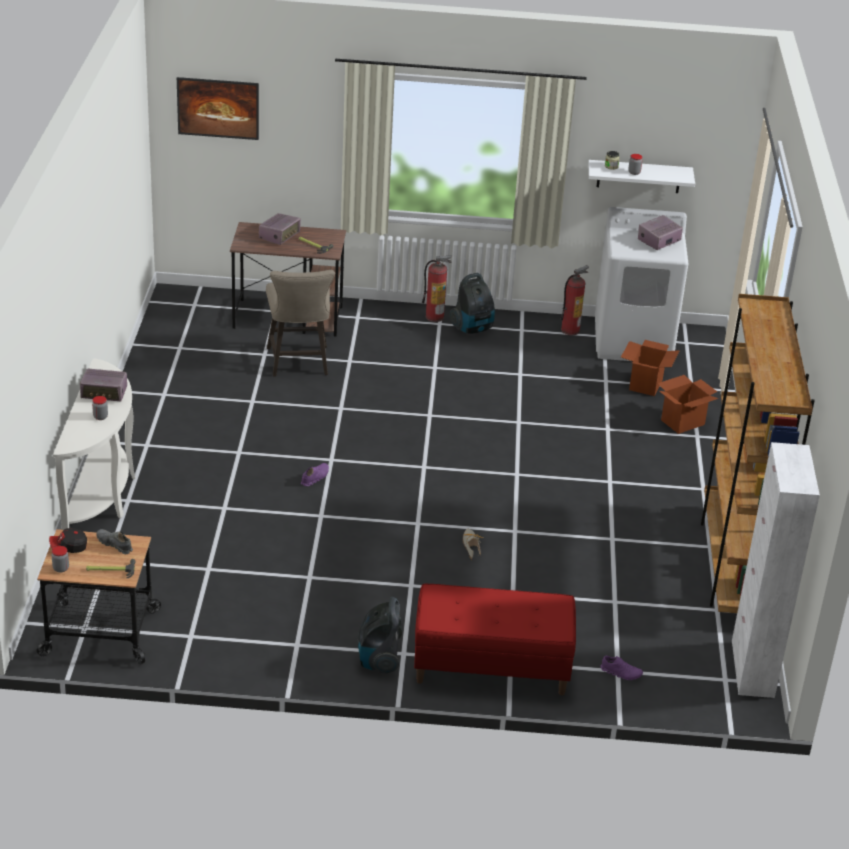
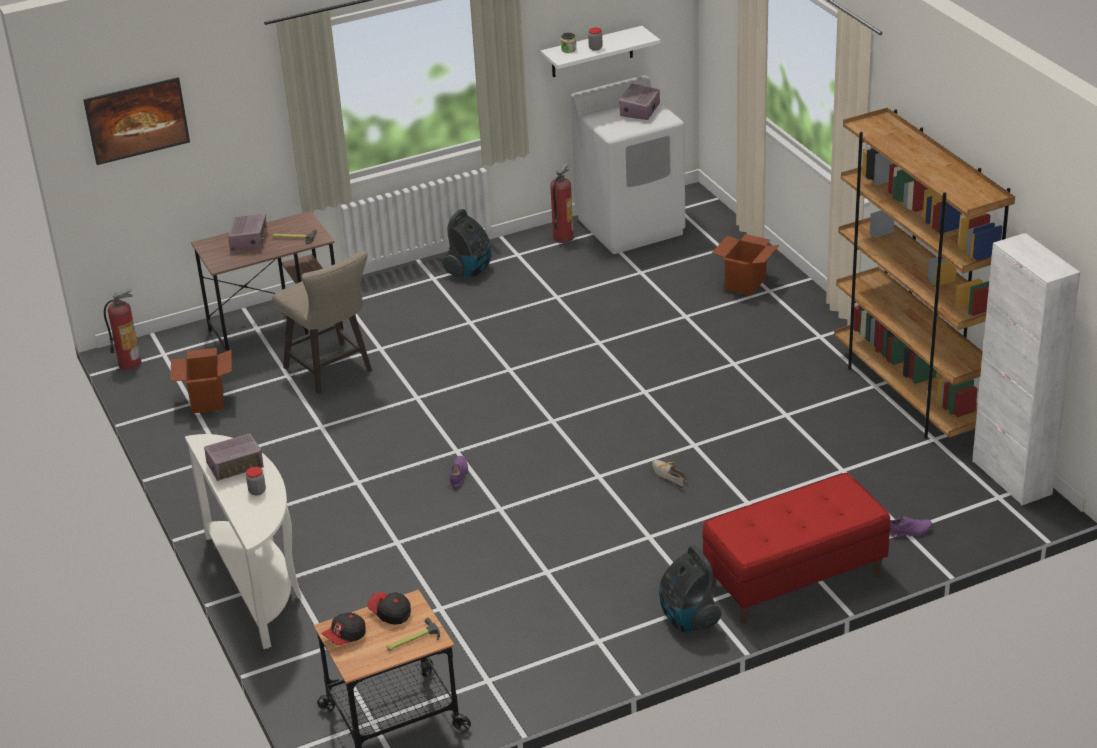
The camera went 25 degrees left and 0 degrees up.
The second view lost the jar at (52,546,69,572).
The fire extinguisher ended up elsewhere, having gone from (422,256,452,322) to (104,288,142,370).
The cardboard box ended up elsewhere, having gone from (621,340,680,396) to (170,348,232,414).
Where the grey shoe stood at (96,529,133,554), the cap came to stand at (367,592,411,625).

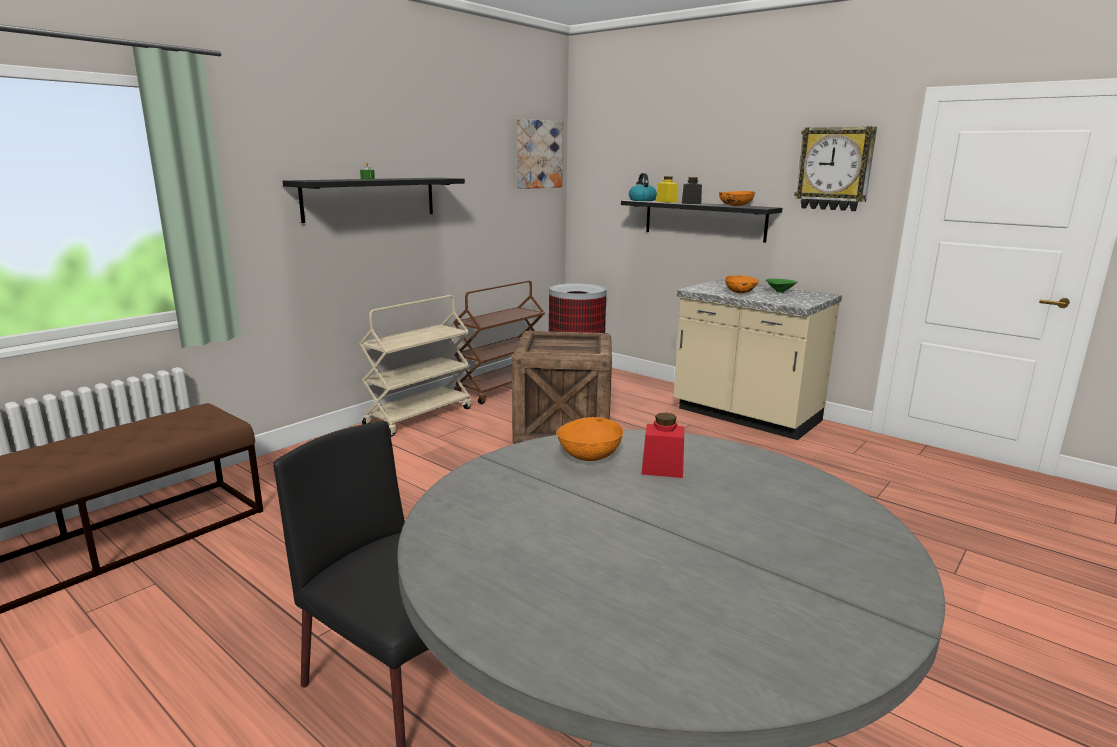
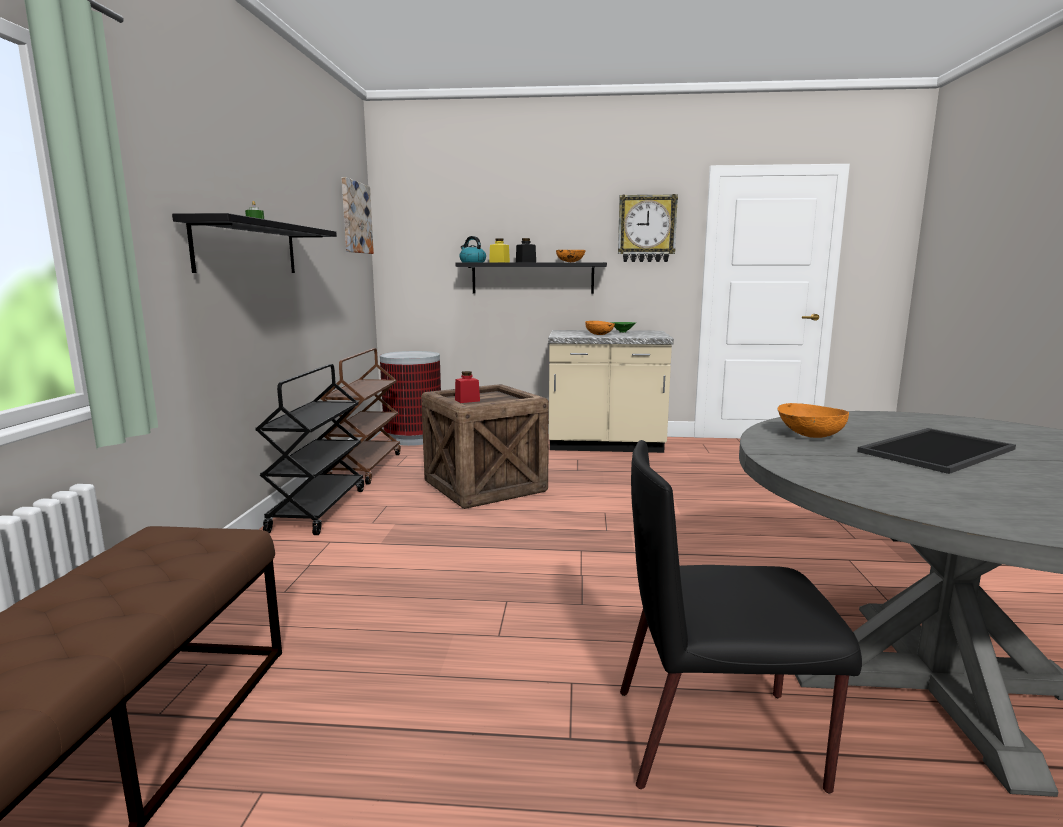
The camera went 35 degrees left and 5 degrees down.
The second view gained the tray at (857,428,1016,474).
The red jar ended up elsewhere, having gone from (641,413,684,478) to (455,371,480,403).
What was the beige cart at (359,295,472,437) turned into the black cart at (255,364,364,535).

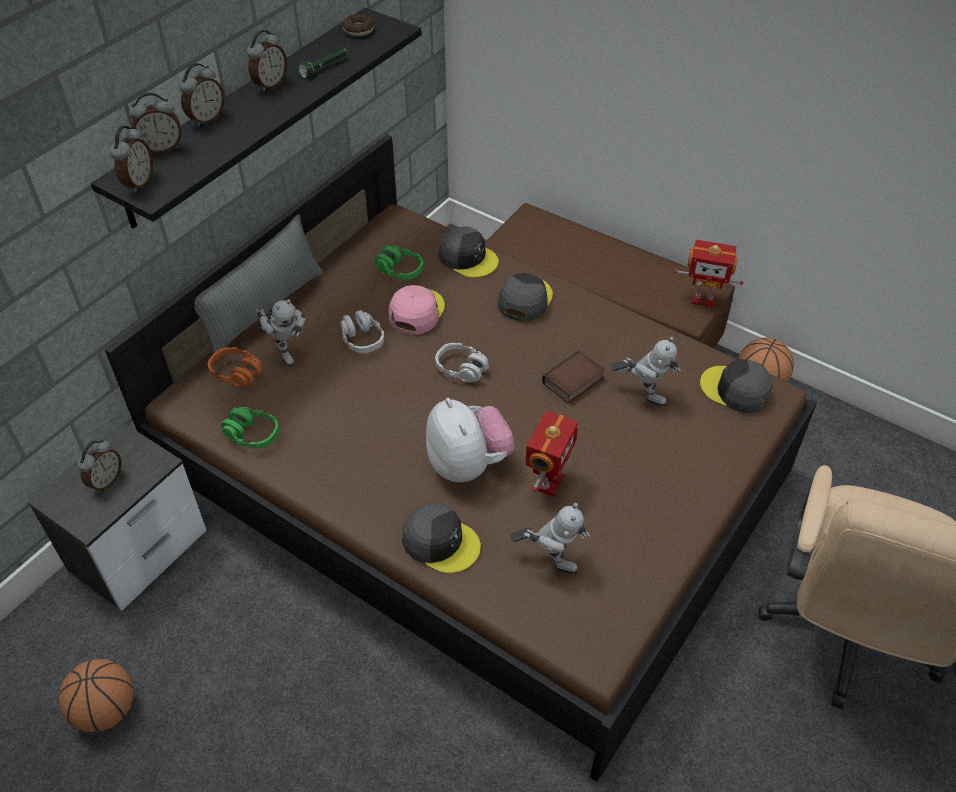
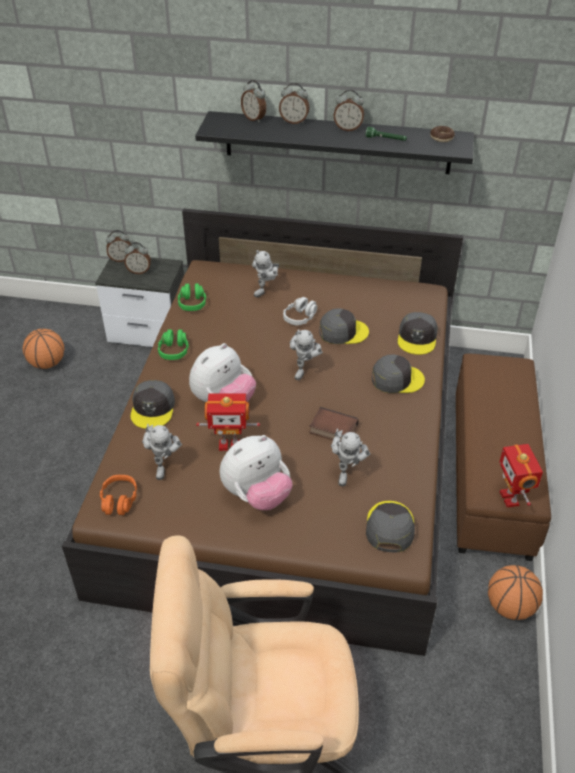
The camera went 65 degrees right and 5 degrees down.
The second view lost the grey pillow at (195,214,323,354).
The second view gained the plush toy at (220,435,292,510).
The alarm clock ended up elsewhere, having gone from (110,126,153,193) to (106,230,132,262).
The orange headphones ended up elsewhere, having gone from (208,347,262,387) to (100,475,137,515).
The green headphones ended up elsewhere, having gone from (374,246,424,280) to (158,329,189,360).
Where the grey headphones stood at (435,343,489,382), the toy robot came to stand at (290,329,323,380).
What was the pink cap at (389,285,445,335) turned into the grey cap at (319,308,369,344).

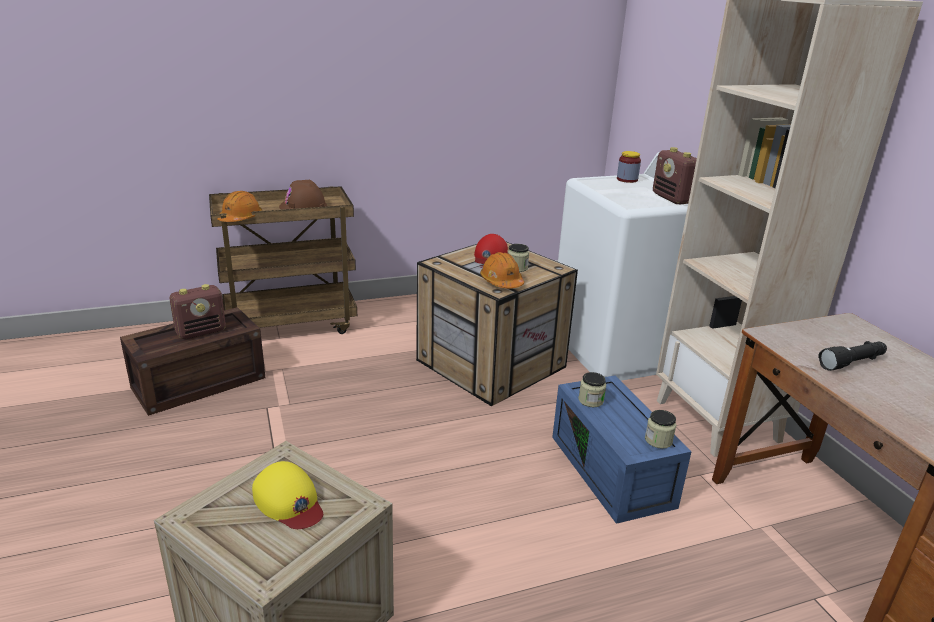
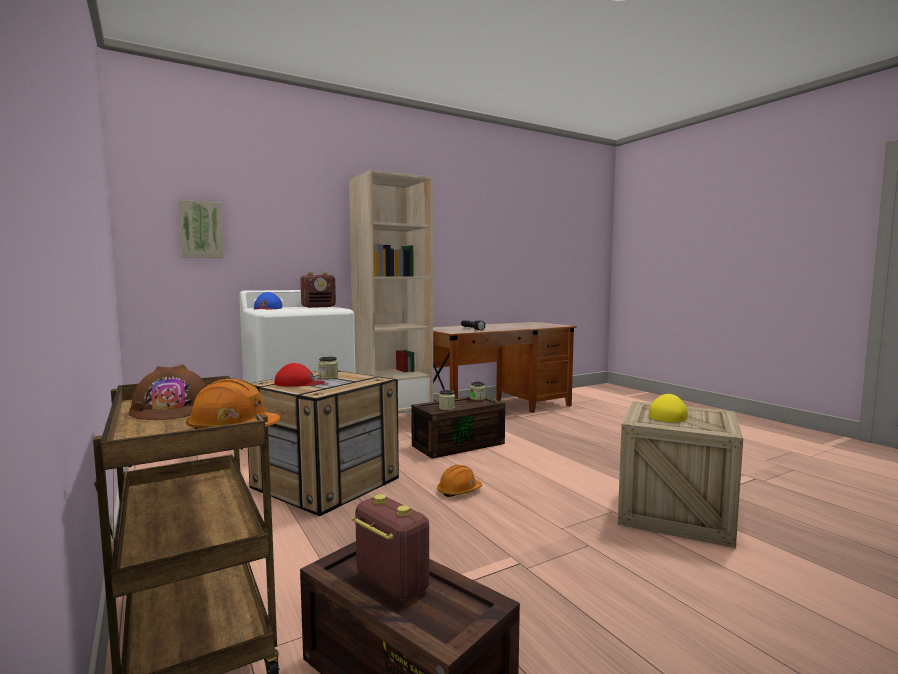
The camera went 100 degrees left and 20 degrees down.
The second view gained the picture at (179,200,224,258).
The orange hard hat ended up elsewhere, having gone from (480,252,524,288) to (437,465,482,497).
Where the jar stood at (617,151,641,183), the blue cap came to stand at (253,292,282,310).
What was the blue storage box at (552,375,692,524) turned into the brown storage box at (411,396,505,459).

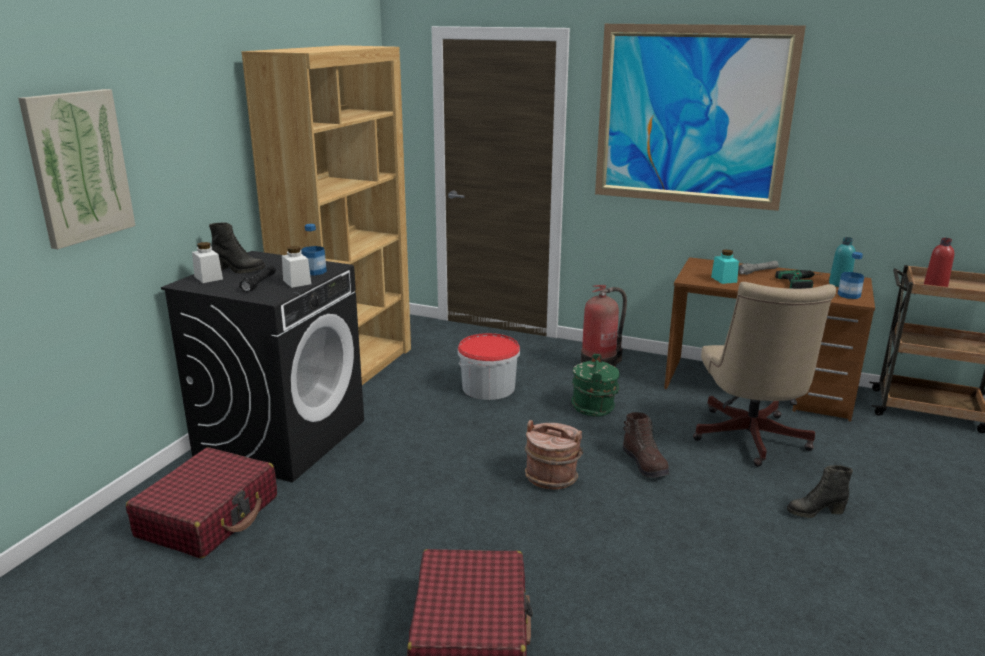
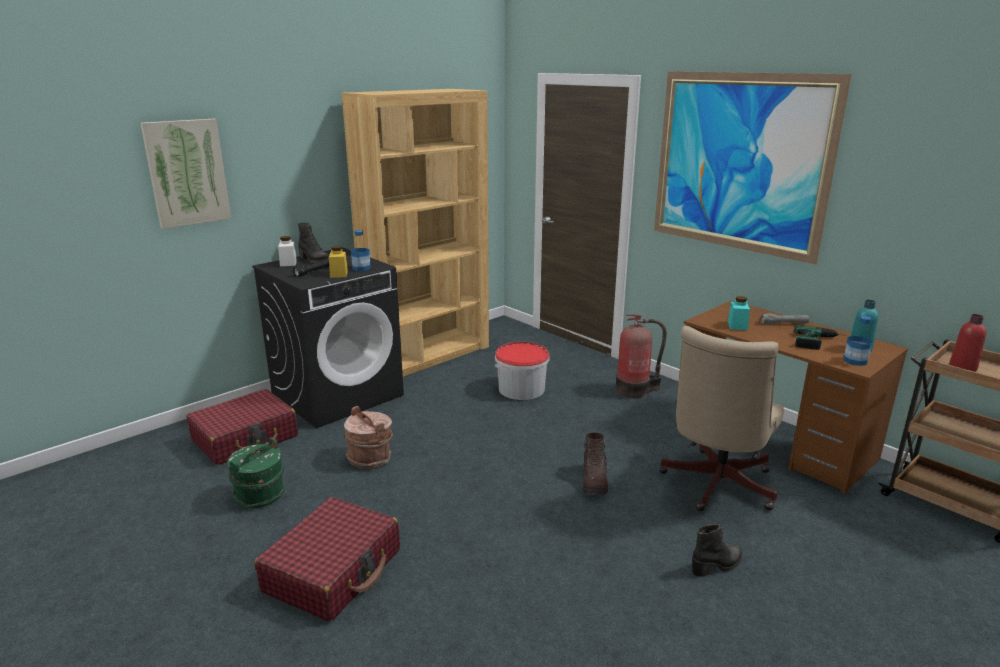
The camera went 25 degrees right and 0 degrees up.
The brown bucket ended up elsewhere, having gone from (525,420,583,490) to (344,406,394,469).
The green bucket ended up elsewhere, having gone from (571,354,620,417) to (227,438,285,508).
What was the white jar at (282,246,311,288) turned into the yellow jar at (329,246,348,278).
The black boot at (787,465,853,518) ended up facing another way, 135 degrees clockwise from before.

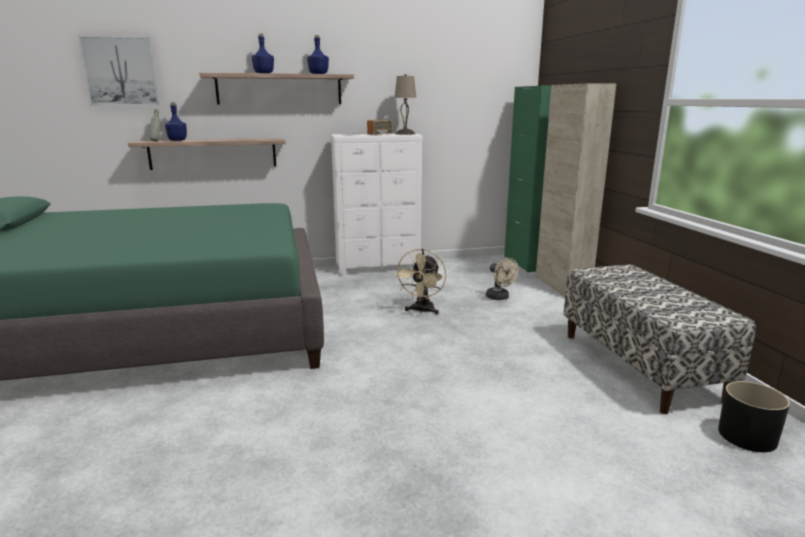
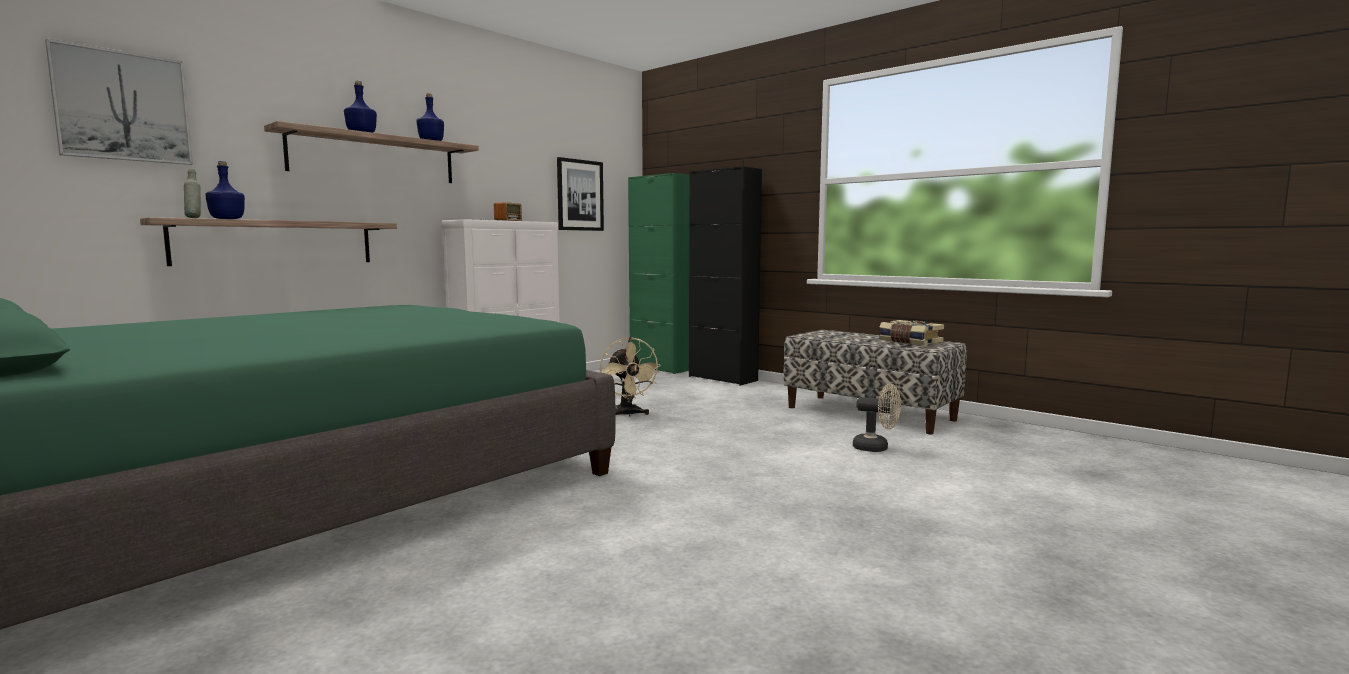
The camera went 35 degrees left and 10 degrees down.
The second view lost the beige table lamp at (394,74,416,135).
The second view lost the black planter at (718,381,790,452).
The second view gained the picture at (557,157,604,231).
The second view gained the book at (879,320,944,345).
The beige fan ended up elsewhere, having gone from (486,258,519,300) to (853,384,901,452).
What was the beige cabinet at (536,83,616,297) turned into the black cabinet at (689,166,762,386).

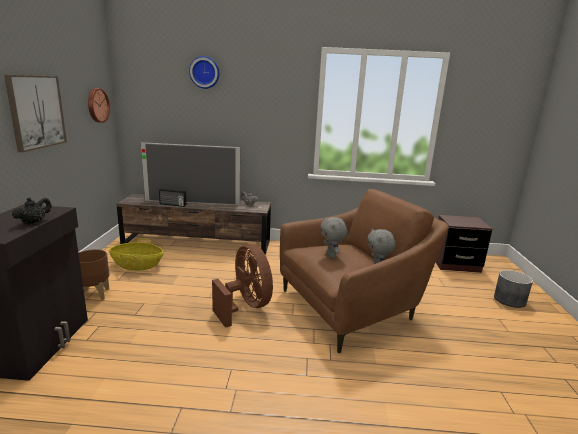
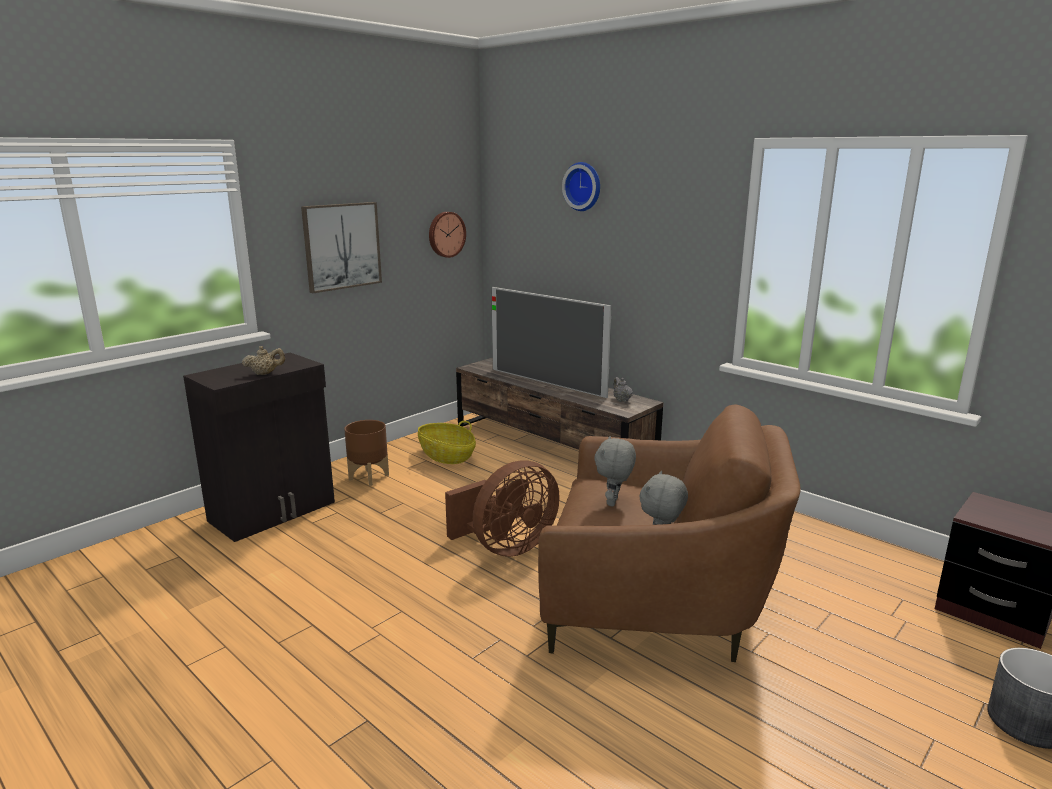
The camera went 40 degrees right and 0 degrees up.
The second view lost the radio at (159,189,186,207).
What was the black teapot at (12,198,52,225) turned into the beige teapot at (242,346,285,375).
The brown fan at (212,244,273,328) ended up facing another way, 45 degrees clockwise from before.

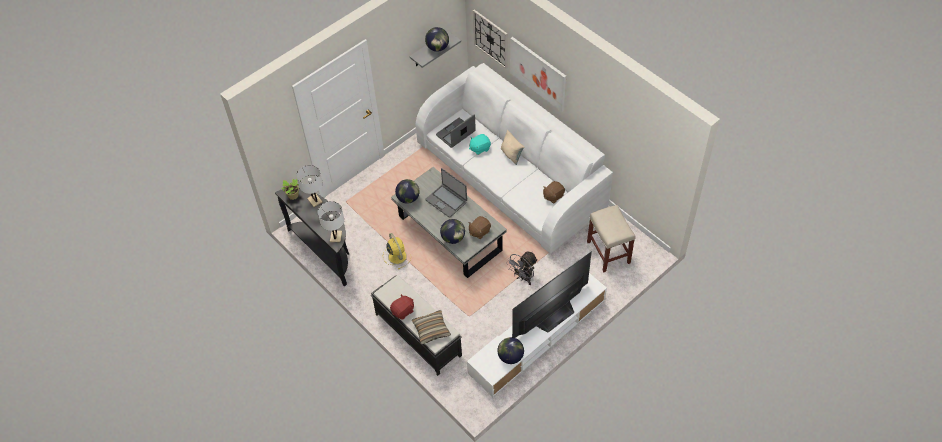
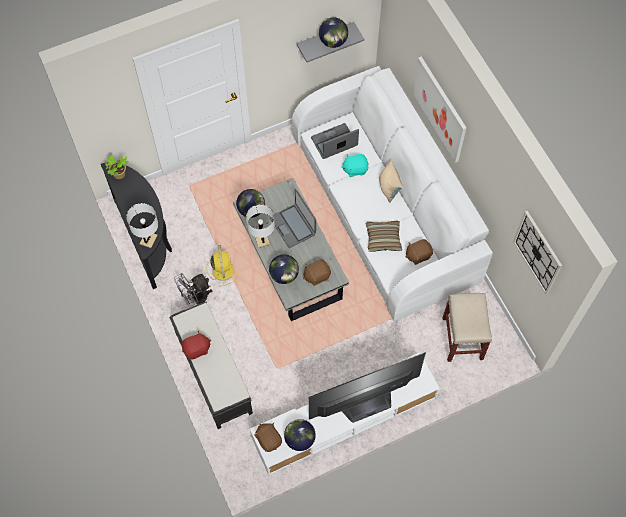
The camera went 15 degrees right and 10 degrees up.
The second view gained the brown plush toy at (254,423,282,452).
The white table lamp ended up elsewhere, having gone from (296,165,323,207) to (246,204,275,248).
The pillow ended up elsewhere, having gone from (412,310,451,344) to (366,220,402,252).
The wall clock ended up elsewhere, having gone from (473,10,508,69) to (513,211,562,294).
The grey fan ended up elsewhere, having gone from (506,251,538,285) to (174,273,212,308).

